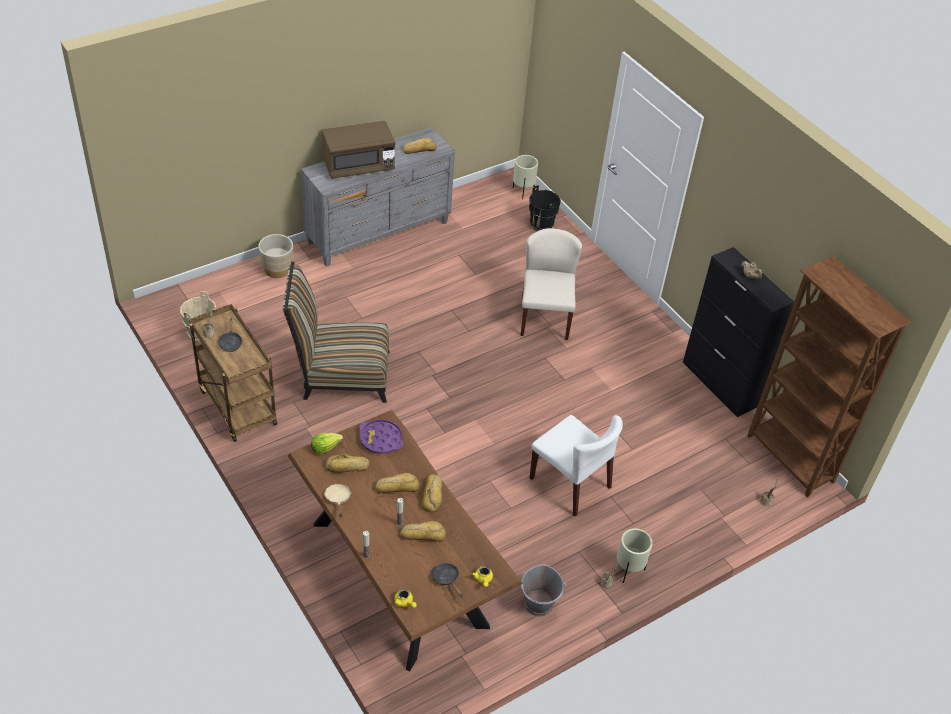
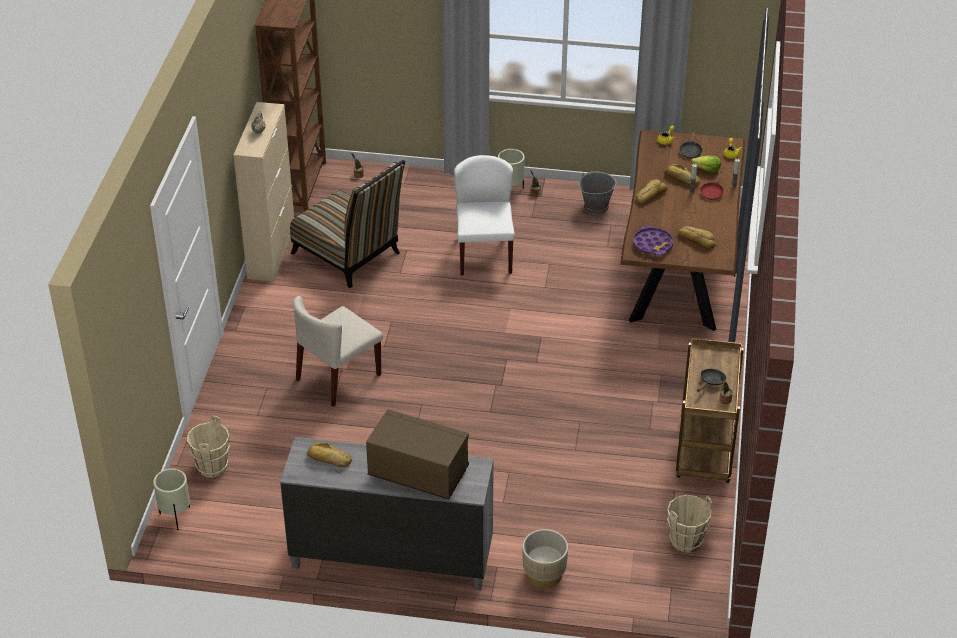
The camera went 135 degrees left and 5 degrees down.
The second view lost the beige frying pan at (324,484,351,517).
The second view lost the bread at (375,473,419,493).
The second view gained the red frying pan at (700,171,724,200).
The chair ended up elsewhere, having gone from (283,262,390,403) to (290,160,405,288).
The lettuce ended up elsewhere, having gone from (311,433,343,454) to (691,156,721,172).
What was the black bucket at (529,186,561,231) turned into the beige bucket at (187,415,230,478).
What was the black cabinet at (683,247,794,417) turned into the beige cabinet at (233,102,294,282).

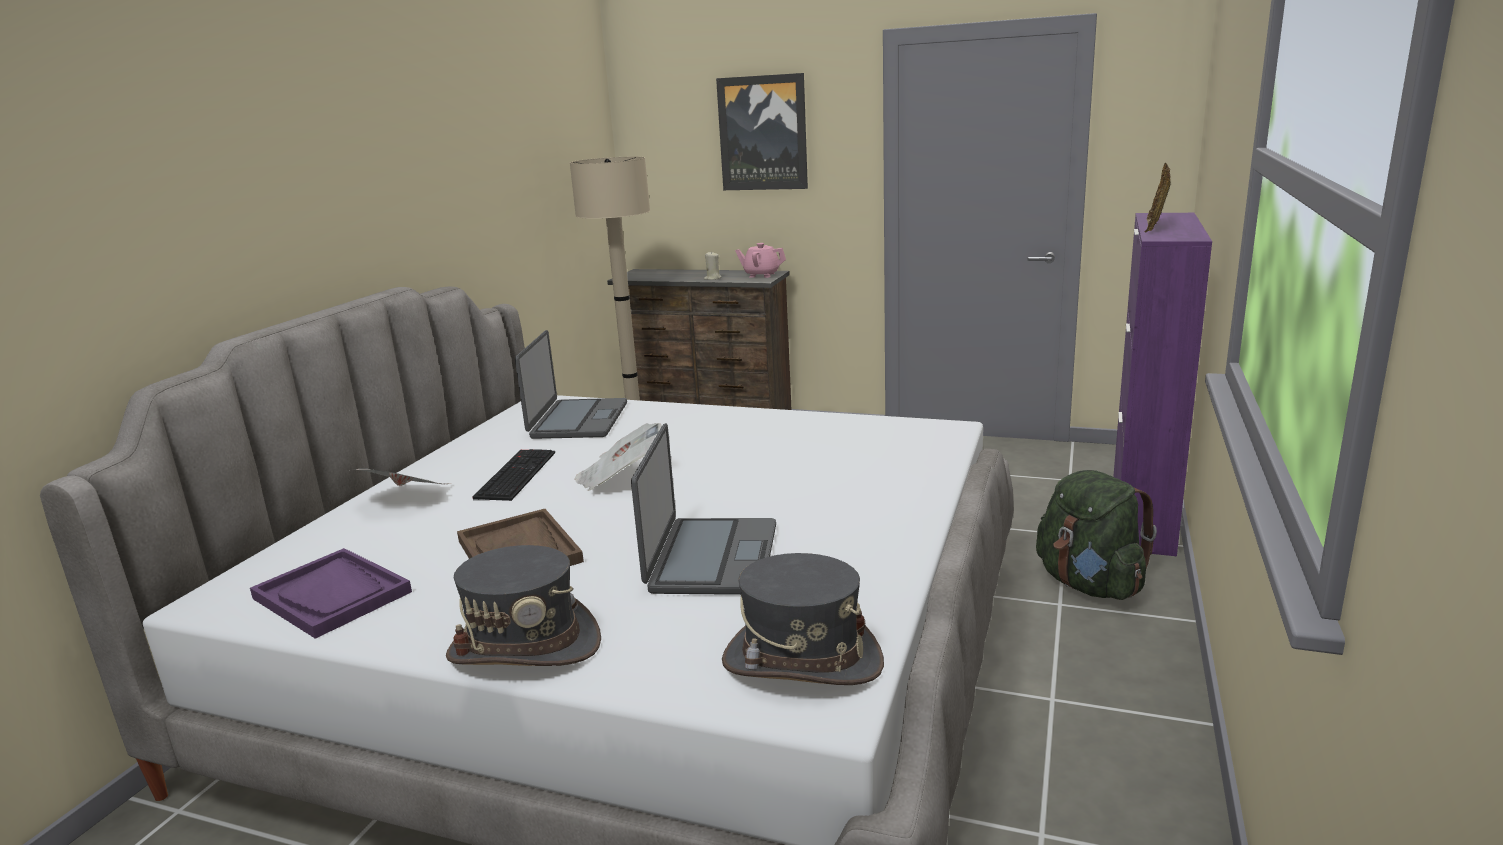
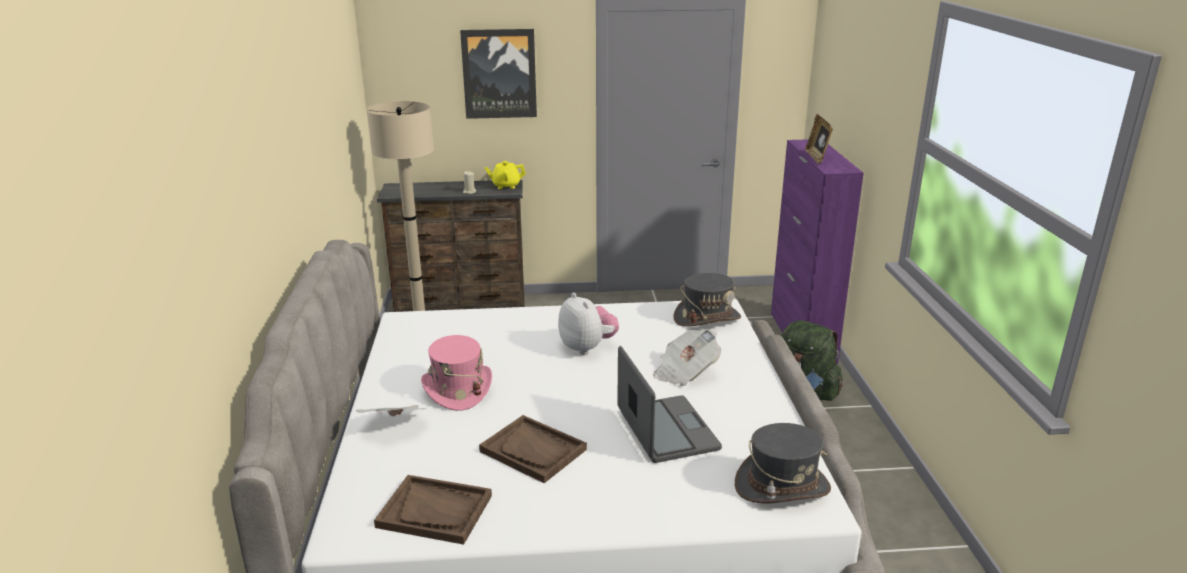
The camera went 25 degrees left and 5 degrees up.
The second view lost the laptop at (515,330,627,439).
The second view gained the plush toy at (558,293,619,355).
The grey hat ended up elsewhere, having gone from (446,545,601,666) to (673,273,741,327).
The newspaper ended up elsewhere, having gone from (574,423,662,491) to (653,329,721,386).
Where the keyboard stood at (472,449,555,501), the pink hat came to stand at (421,335,492,411).
What was the purple tray at (250,548,412,639) turned into the brown tray at (374,475,492,545).
What was the pink teapot at (735,243,786,278) turned into the yellow teapot at (485,161,526,189).

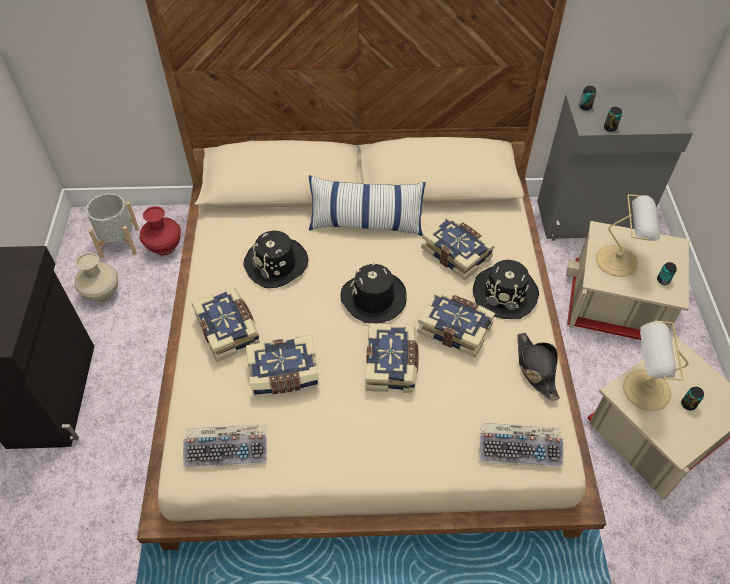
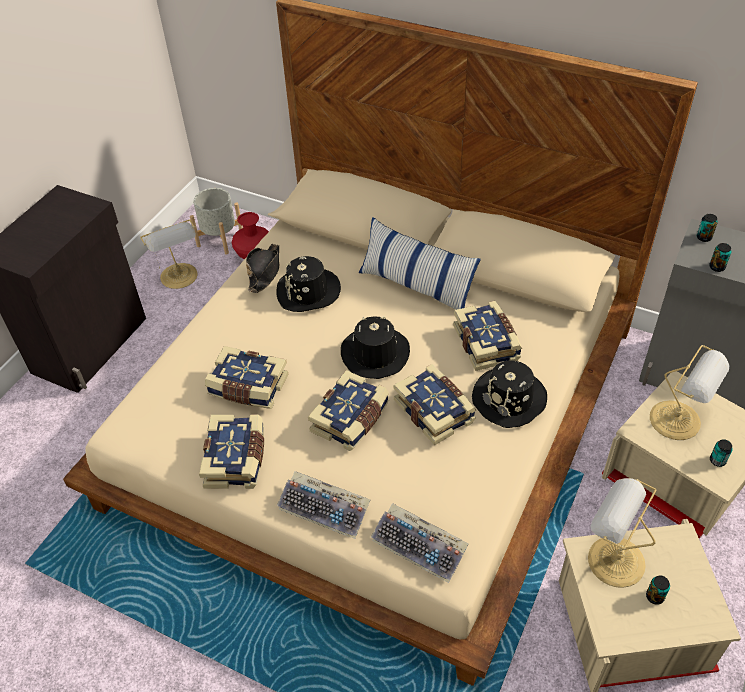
The camera went 30 degrees right and 5 degrees down.
The keyboard ended up elsewhere, having gone from (183,425,267,469) to (277,471,370,539).
The book ended up elsewhere, having gone from (191,287,260,362) to (199,414,264,489).
The black hat ended up elsewhere, having gone from (518,333,560,400) to (246,244,279,293).
Where the beige vase stood at (74,252,118,302), the table lamp came to stand at (140,220,198,289).

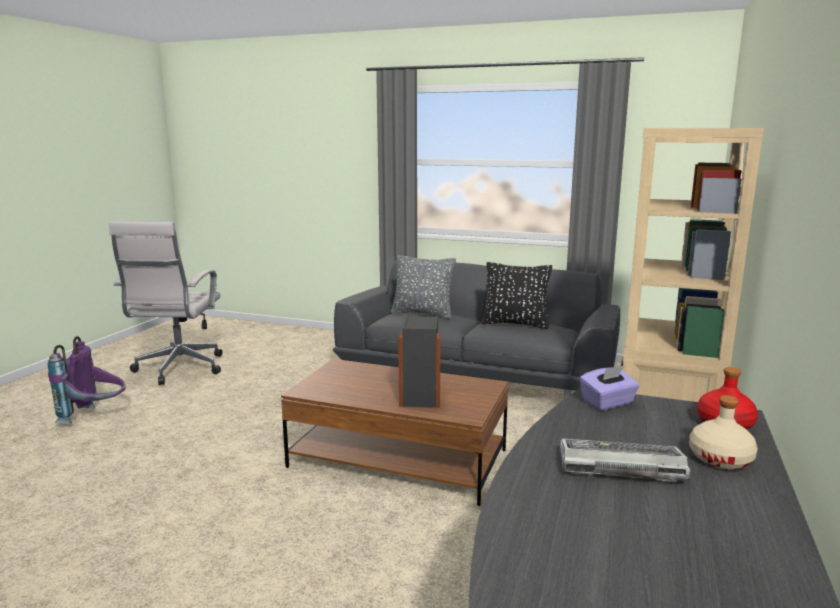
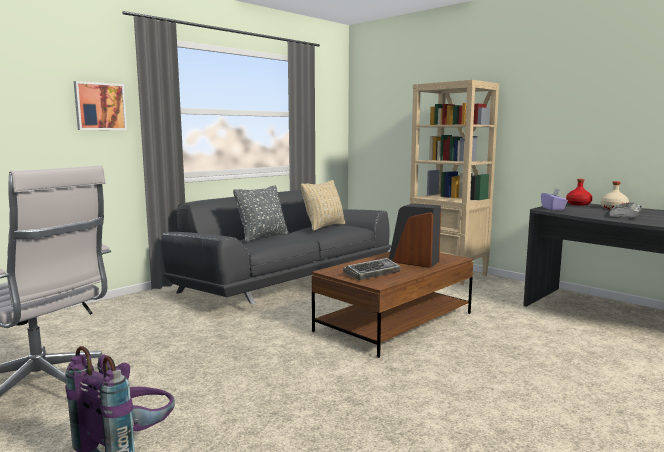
The camera went 65 degrees left and 5 degrees down.
The second view gained the picture at (74,81,127,130).
The second view gained the keyboard at (343,258,400,280).
What was the black pillow at (482,262,552,329) turned into the beige pillow at (301,180,345,231).

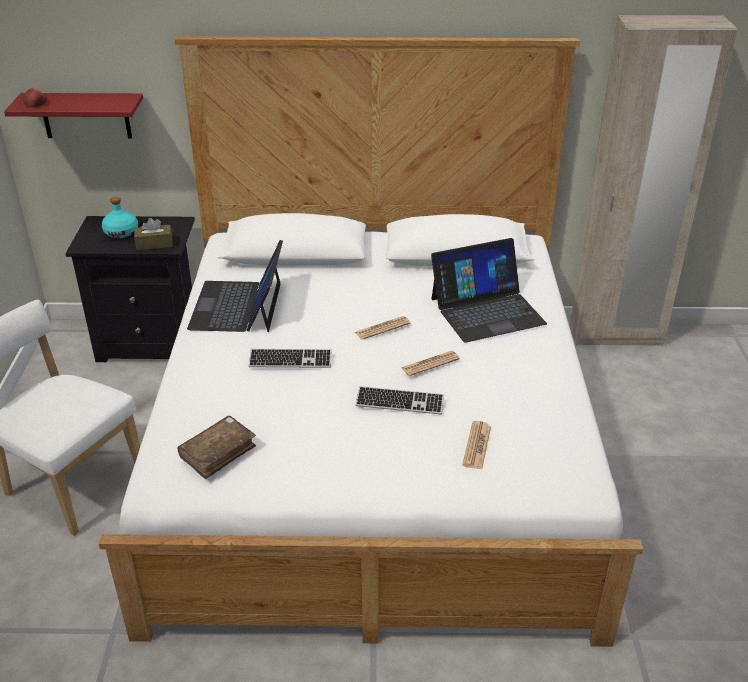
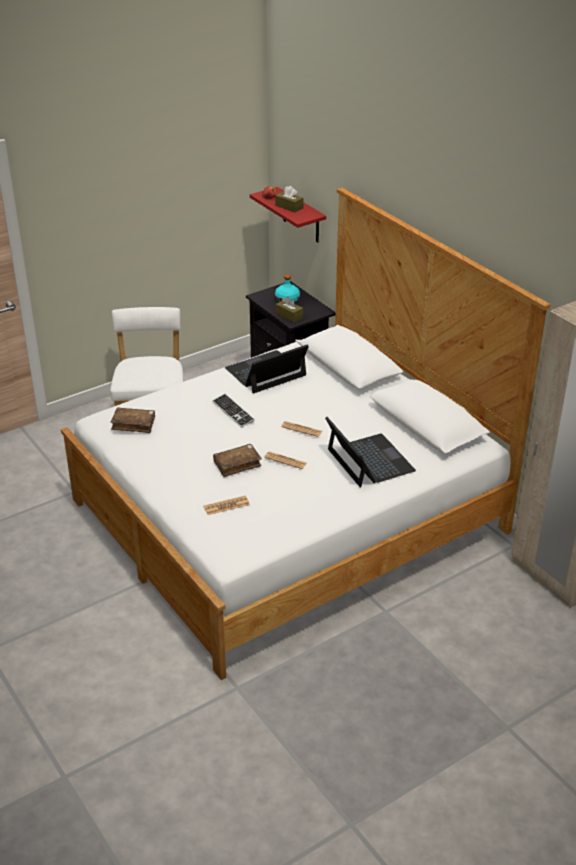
The camera went 55 degrees right and 0 degrees up.
The second view gained the brown tissue box at (275,186,304,212).
Where the keyboard stood at (356,386,444,415), the brown book came to stand at (213,444,262,477).
The laptop at (431,238,547,343) ended up facing another way, 150 degrees counterclockwise from before.

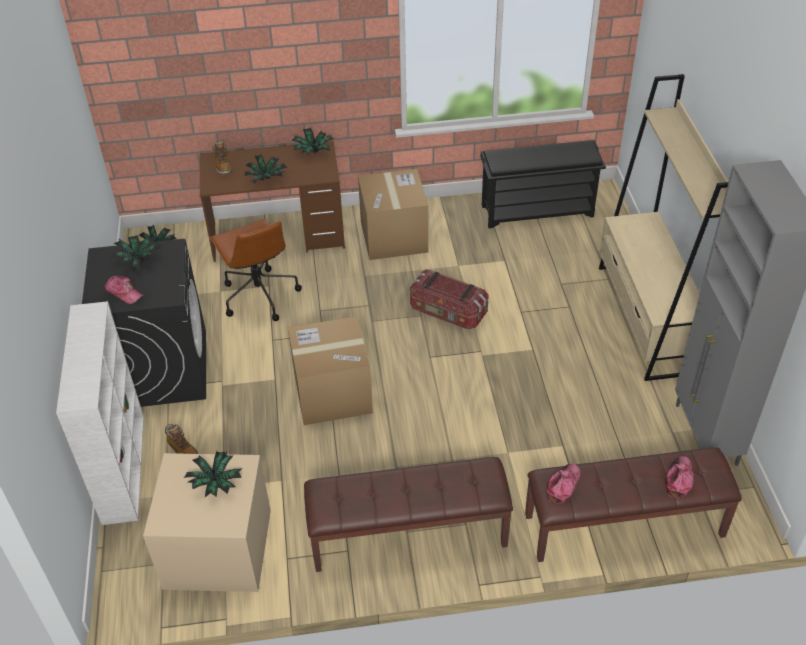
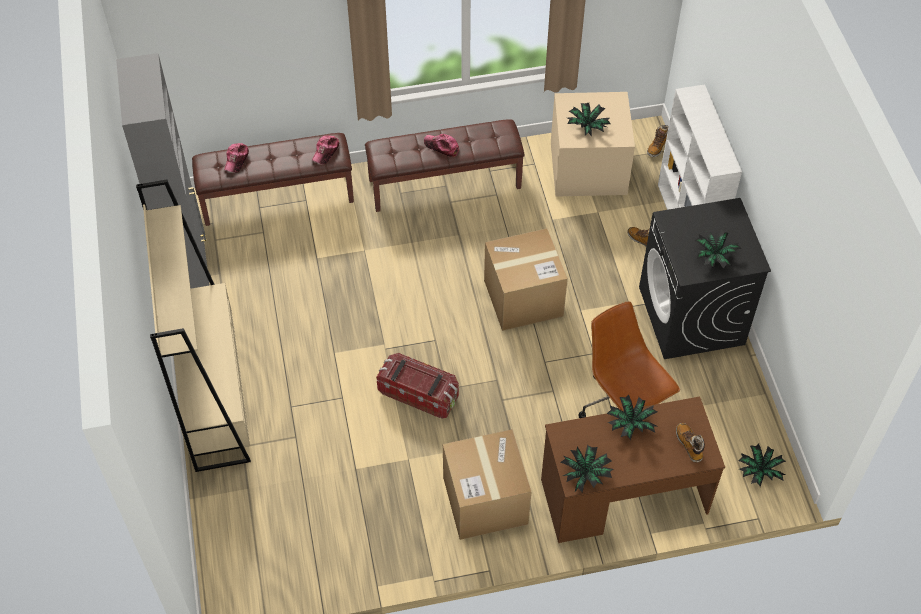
The camera went 175 degrees right and 10 degrees up.
The second view lost the black shoe rack at (480,140,606,228).
The second view gained the boot at (647,125,669,157).
The cap ended up elsewhere, having gone from (105,275,144,304) to (424,134,459,157).

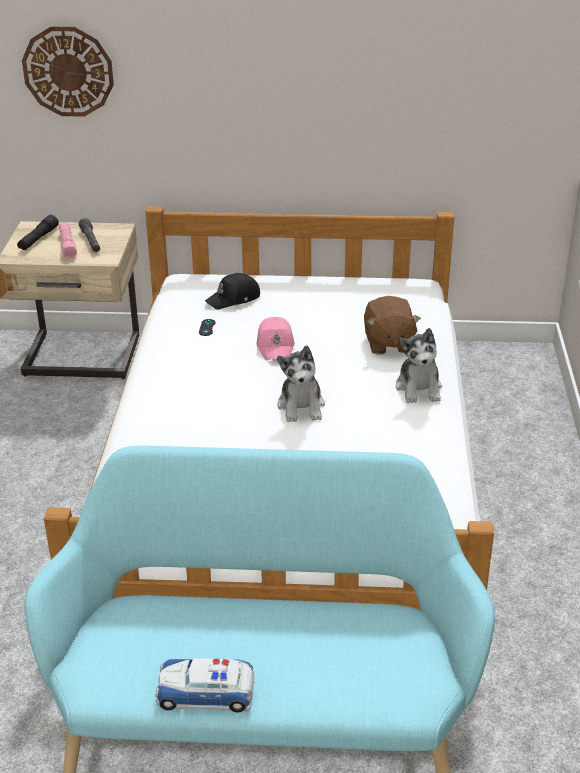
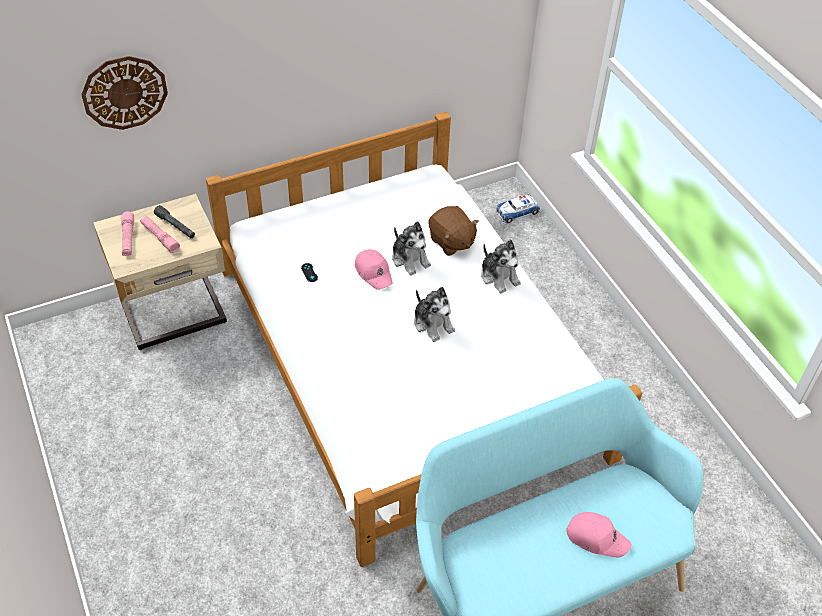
The camera went 30 degrees left and 15 degrees up.
The second view lost the black cap at (205,273,260,309).
The second view gained the plush toy at (392,221,431,275).
The second view gained the pink cap at (566,512,632,558).
The toy car ended up elsewhere, having gone from (155,658,255,713) to (496,195,540,223).
What was the black flashlight at (17,215,59,250) turned into the pink flashlight at (121,211,134,256).

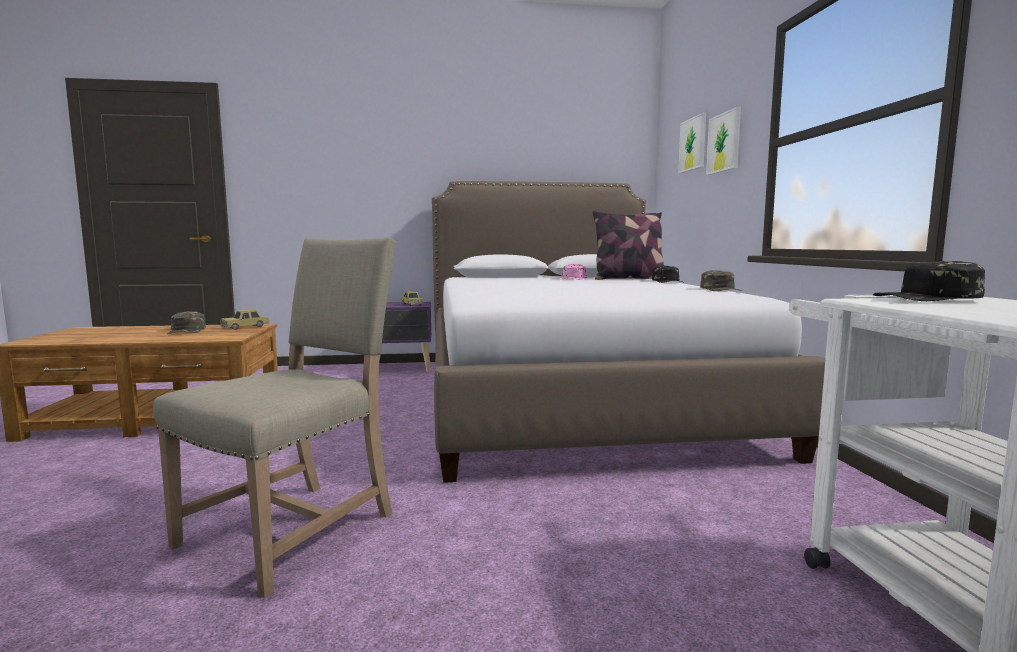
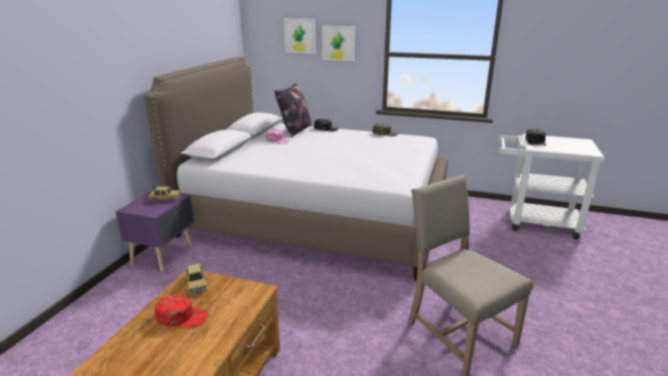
The camera went 65 degrees left and 15 degrees up.
What was the green cap at (167,311,206,334) turned into the red cap at (154,294,209,328).

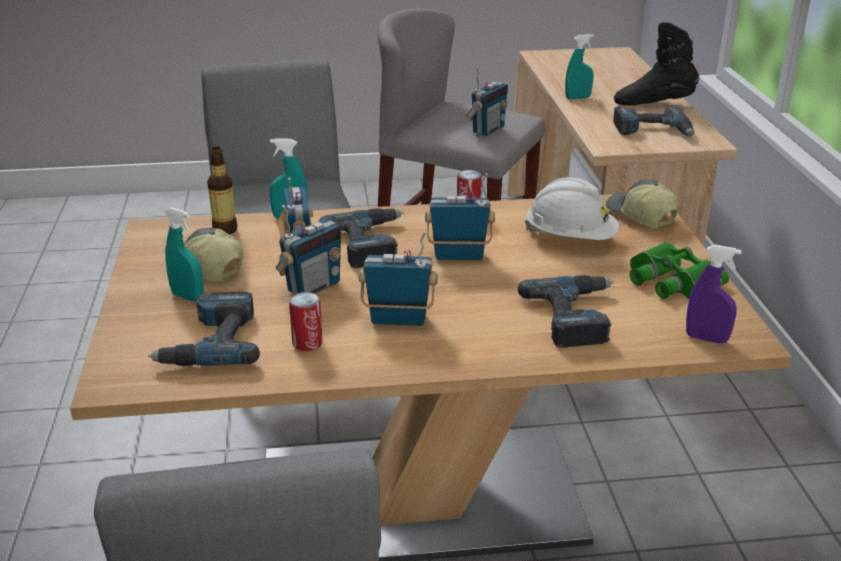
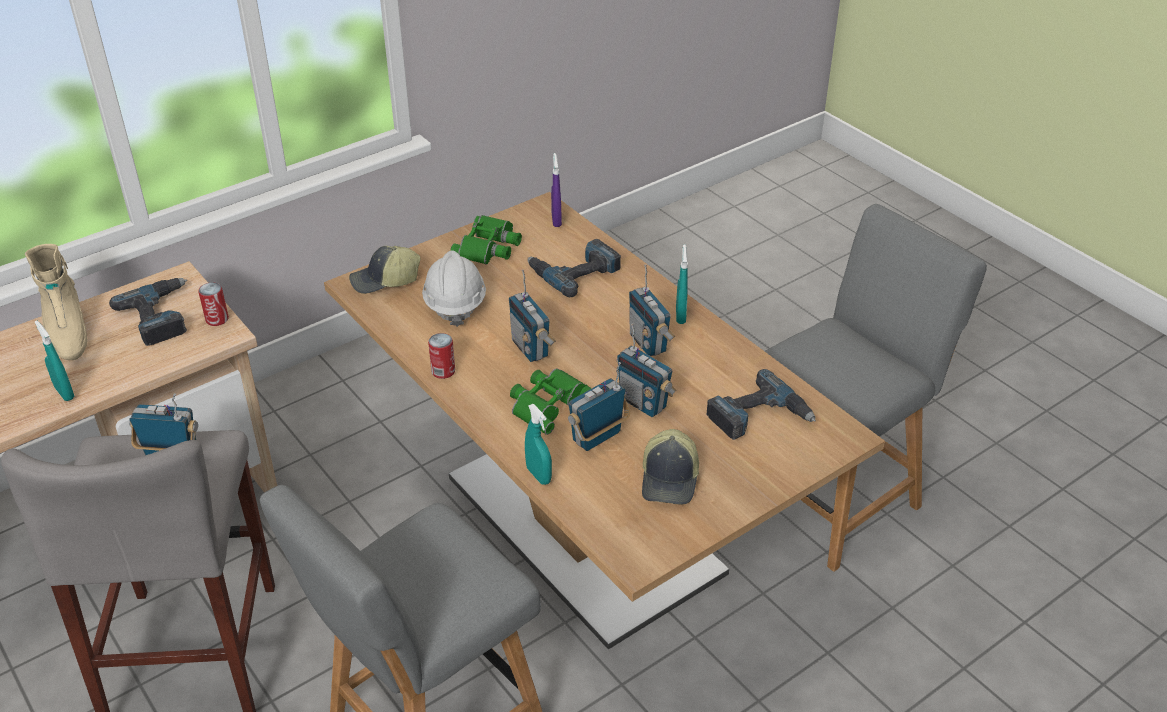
The camera went 120 degrees left and 10 degrees up.
The second view lost the bottle at (207,147,237,235).
The turquoise spray bottle ended up elsewhere, having gone from (164,207,204,301) to (676,244,688,324).
The can ended up elsewhere, having gone from (289,292,323,351) to (198,282,229,326).
Where the power drill stood at (319,208,403,268), the green binoculars came to stand at (510,368,592,435).
What was the black boot at (614,22,699,106) turned into the beige boot at (25,244,87,360).
The radio at (276,205,342,295) ended up facing another way, 150 degrees counterclockwise from before.
The cap at (606,179,679,228) ended up facing another way, 45 degrees clockwise from before.

